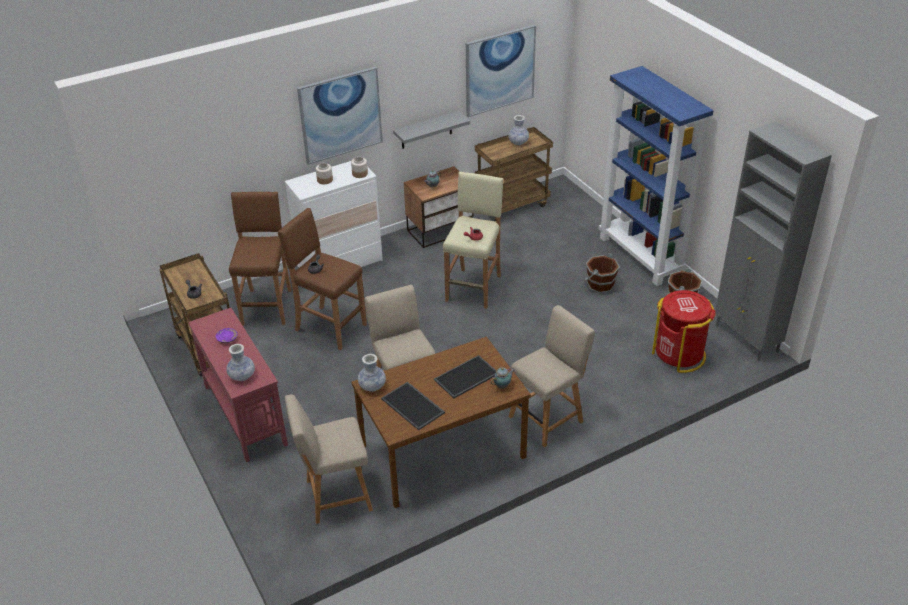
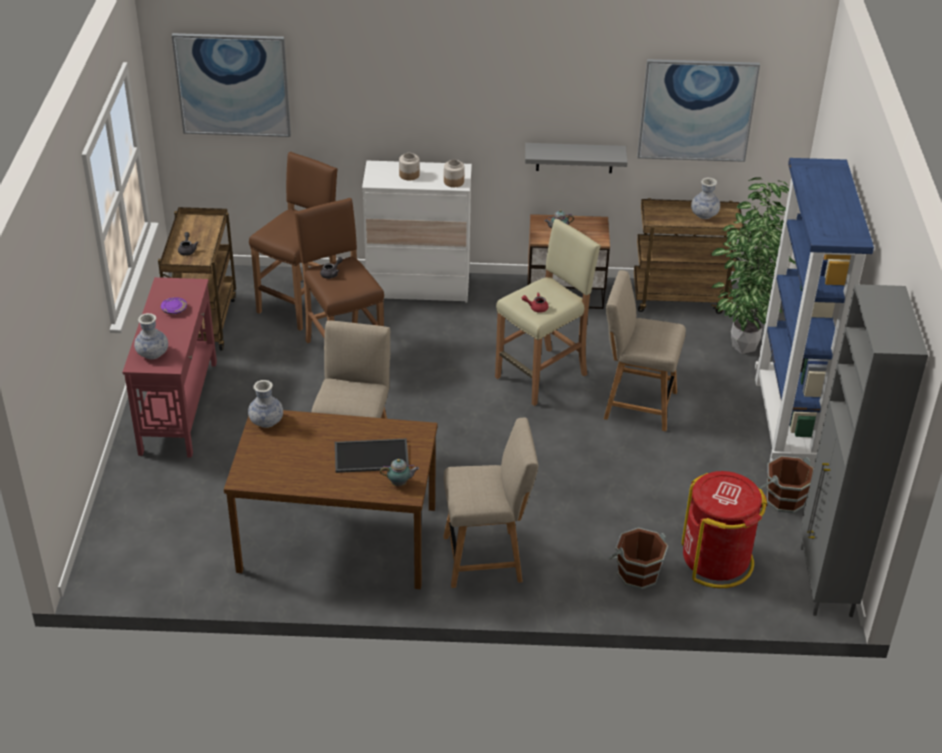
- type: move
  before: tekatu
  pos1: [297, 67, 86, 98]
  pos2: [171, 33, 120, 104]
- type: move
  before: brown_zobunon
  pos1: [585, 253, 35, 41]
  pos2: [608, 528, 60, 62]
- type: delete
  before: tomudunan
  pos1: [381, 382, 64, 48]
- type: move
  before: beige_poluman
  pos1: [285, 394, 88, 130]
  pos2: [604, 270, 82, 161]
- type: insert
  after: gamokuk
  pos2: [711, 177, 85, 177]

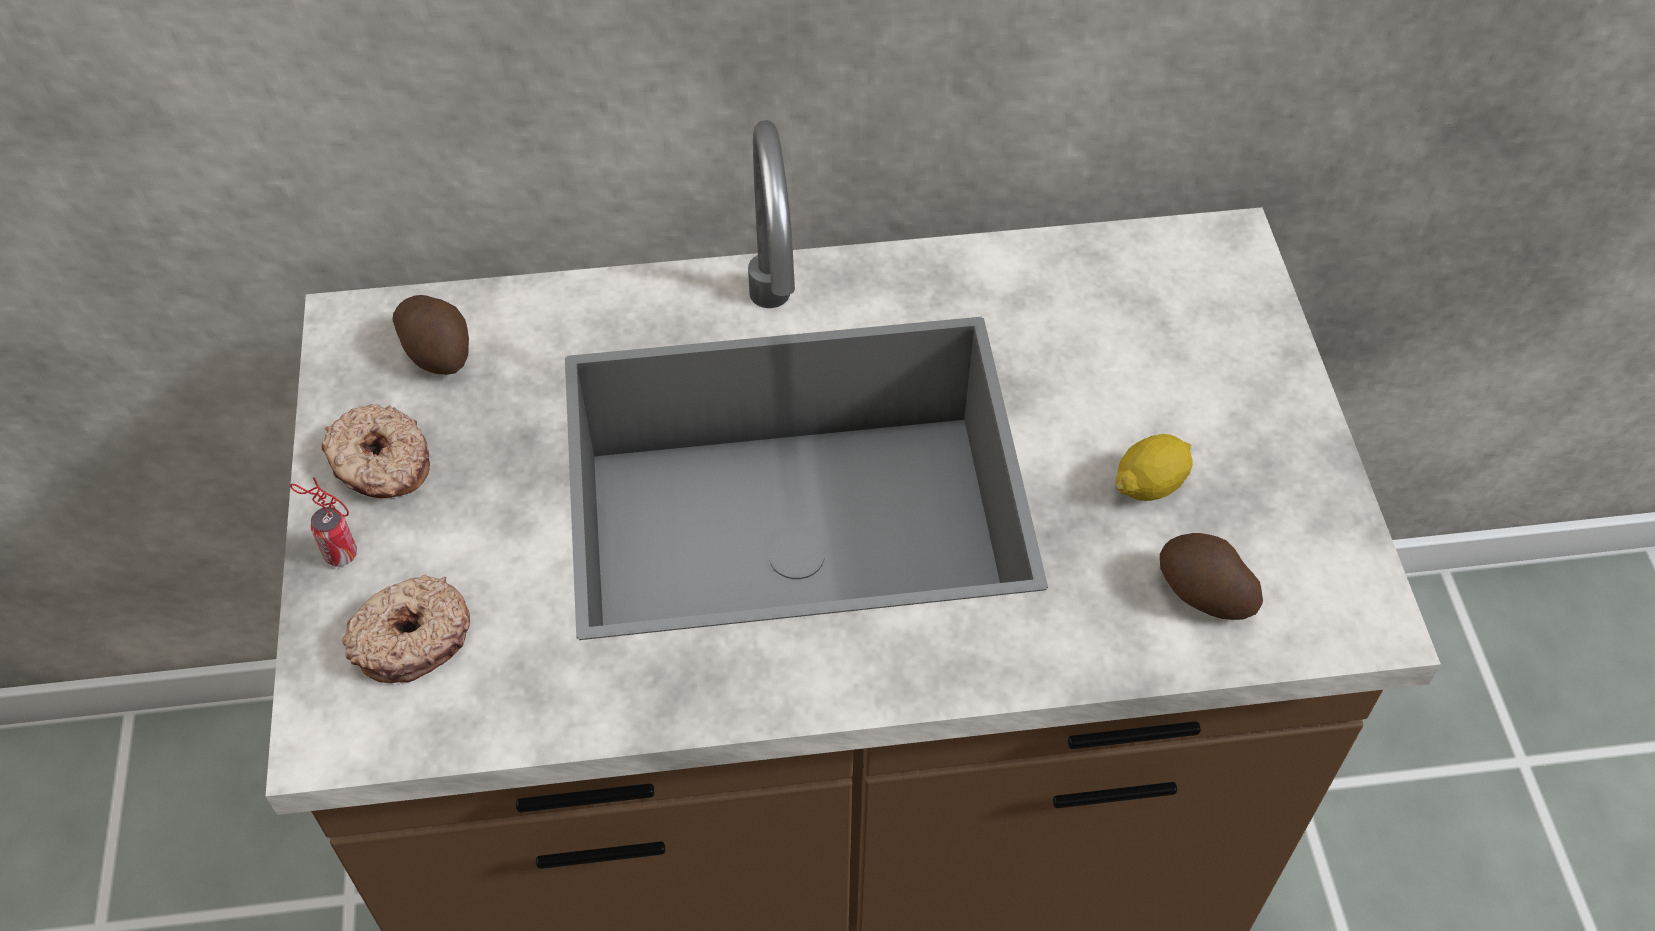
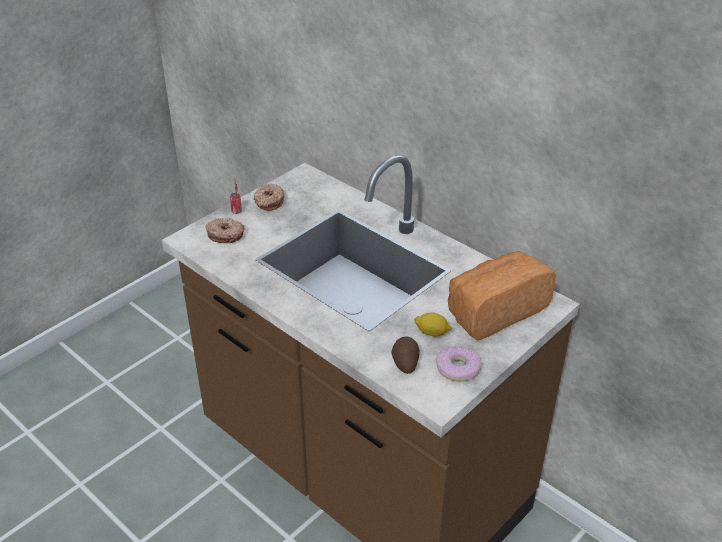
- type: delete
  before: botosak
  pos1: [392, 295, 77, 80]
- type: insert
  after: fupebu
  pos2: [448, 251, 108, 89]
- type: insert
  after: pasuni
  pos2: [436, 345, 46, 37]

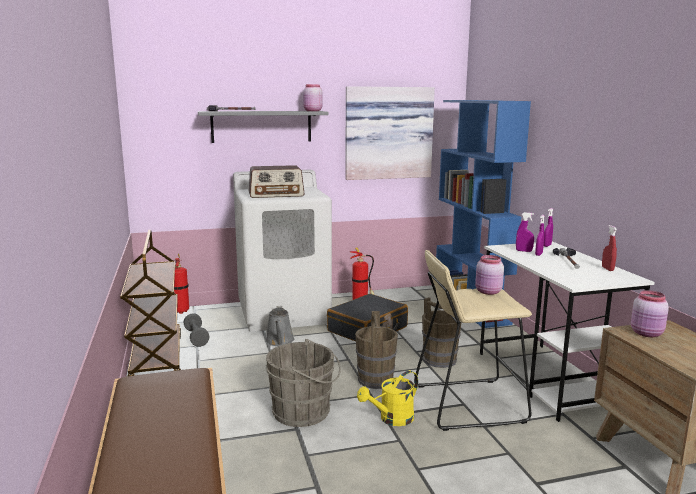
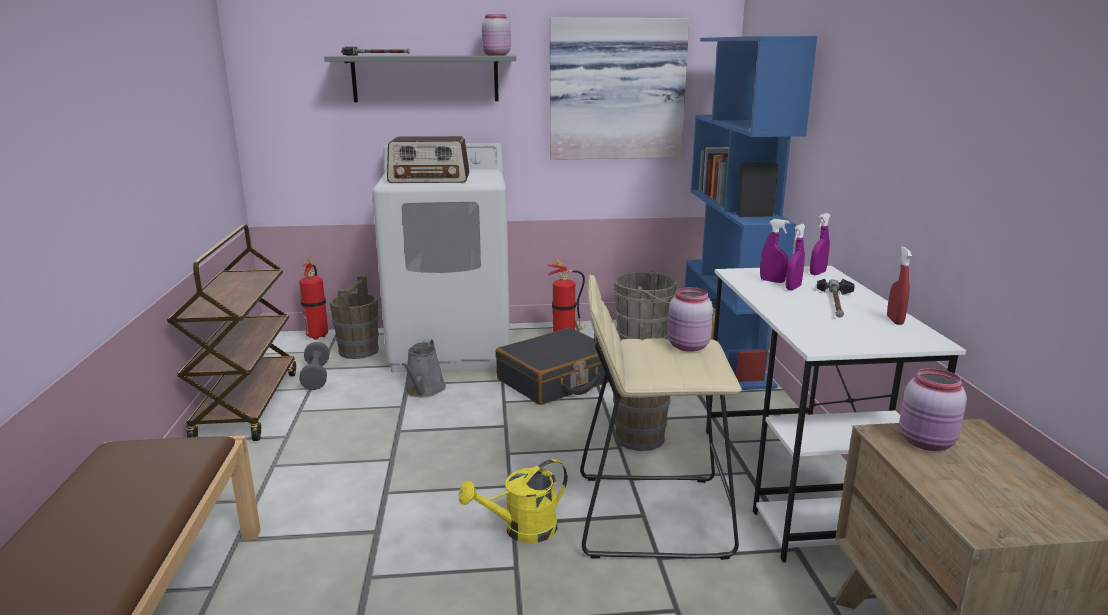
- type: move
  before: brown_zobunon
  pos1: [355, 311, 43, 78]
  pos2: [330, 276, 49, 83]
- type: move
  before: grey_zobunon
  pos1: [266, 339, 75, 88]
  pos2: [613, 269, 67, 71]

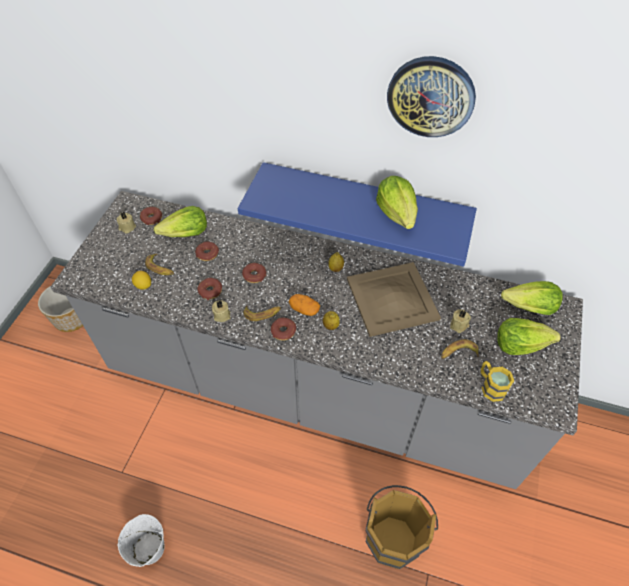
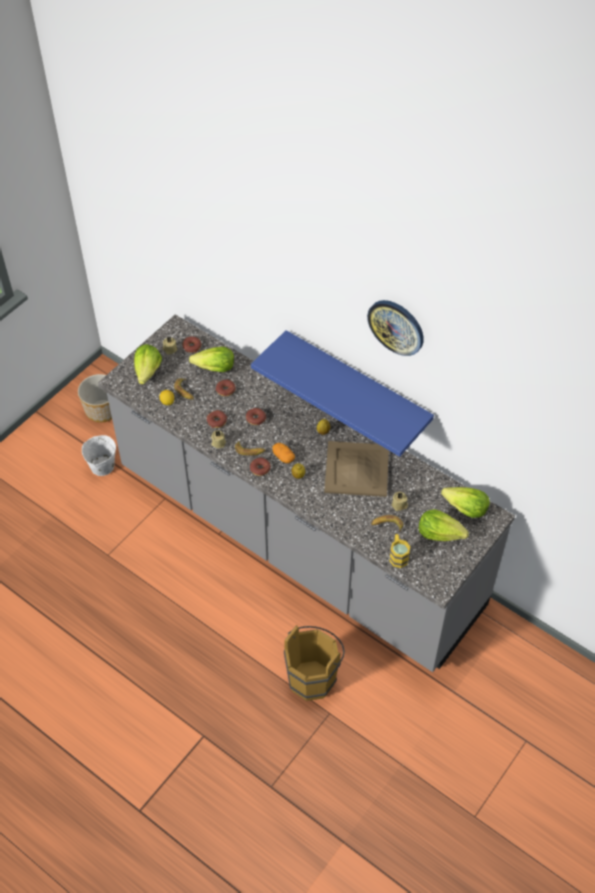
- type: move
  before: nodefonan
  pos1: [376, 176, 42, 53]
  pos2: [134, 344, 28, 40]
- type: move
  before: white_zobunon
  pos1: [117, 514, 48, 53]
  pos2: [82, 435, 34, 41]

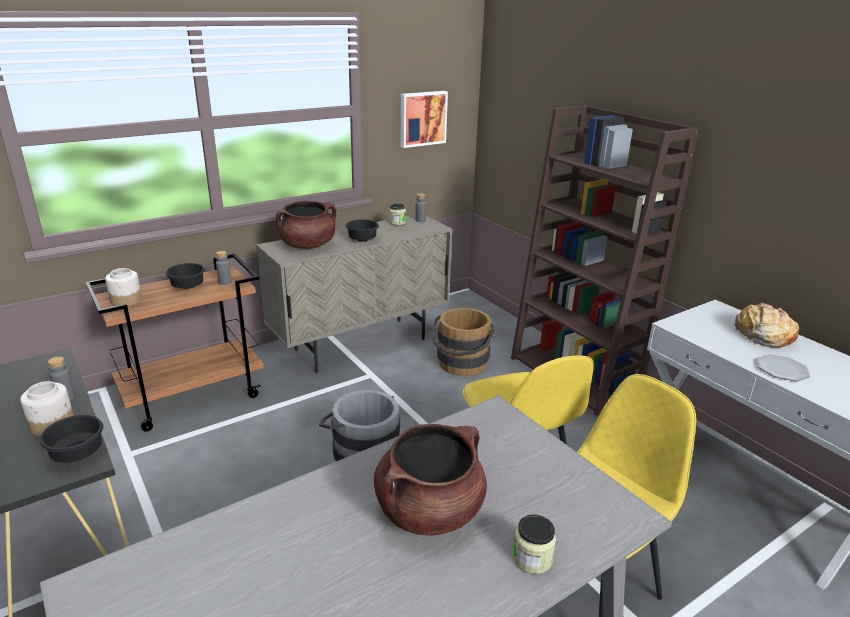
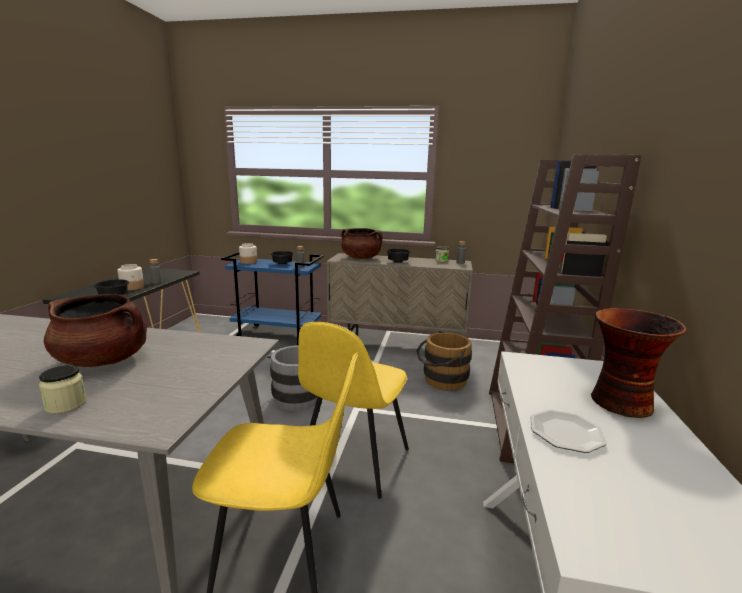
- type: delete
  before: tekatu
  pos1: [401, 91, 47, 57]
- type: recolor
  before: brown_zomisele
  after: blue_zomisele
  pos1: [85, 253, 179, 179]
  pos2: [221, 252, 103, 93]
- type: replace
  before: fupebu
  after: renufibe
  pos1: [734, 303, 65, 45]
  pos2: [591, 308, 95, 110]

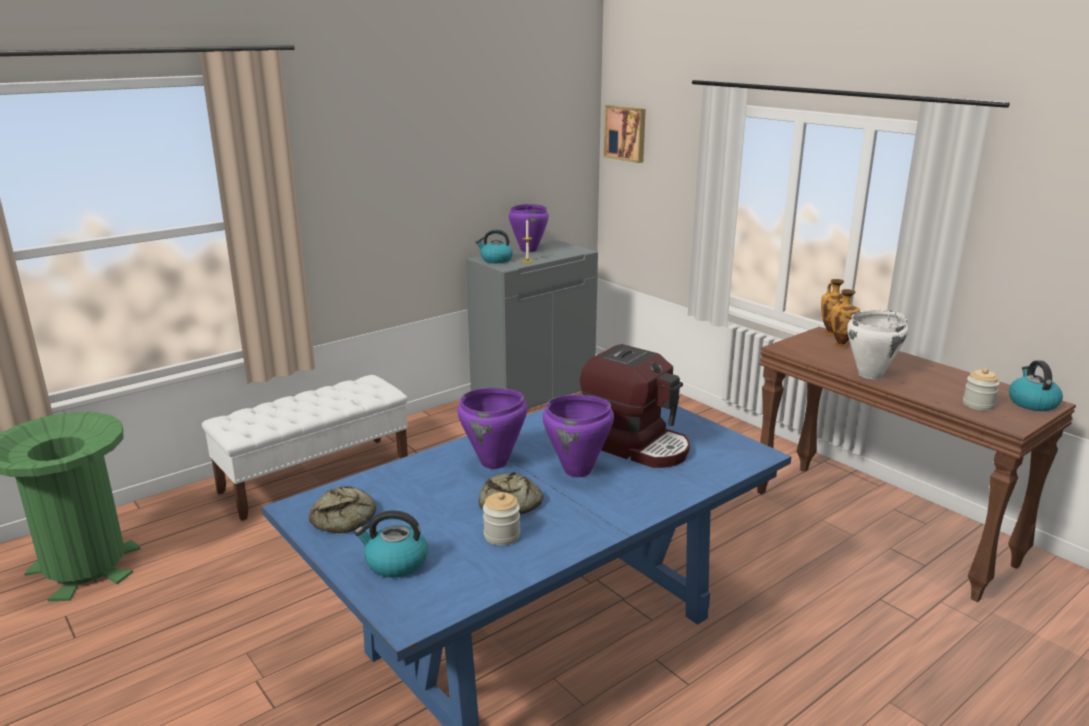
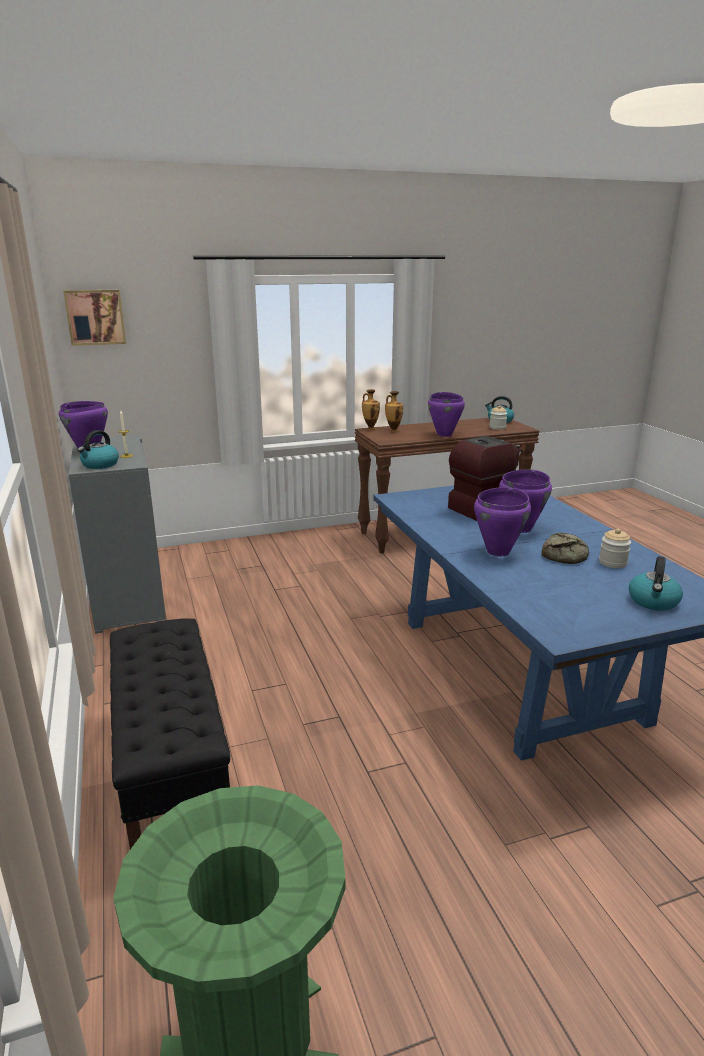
- type: recolor
  before: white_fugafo
  after: purple_fugafo
  pos1: [847, 310, 61, 69]
  pos2: [428, 392, 37, 45]
- type: recolor
  before: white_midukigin
  after: black_midukigin
  pos1: [202, 375, 206, 146]
  pos2: [110, 618, 120, 231]
- type: delete
  before: fupebu
  pos1: [309, 486, 67, 47]

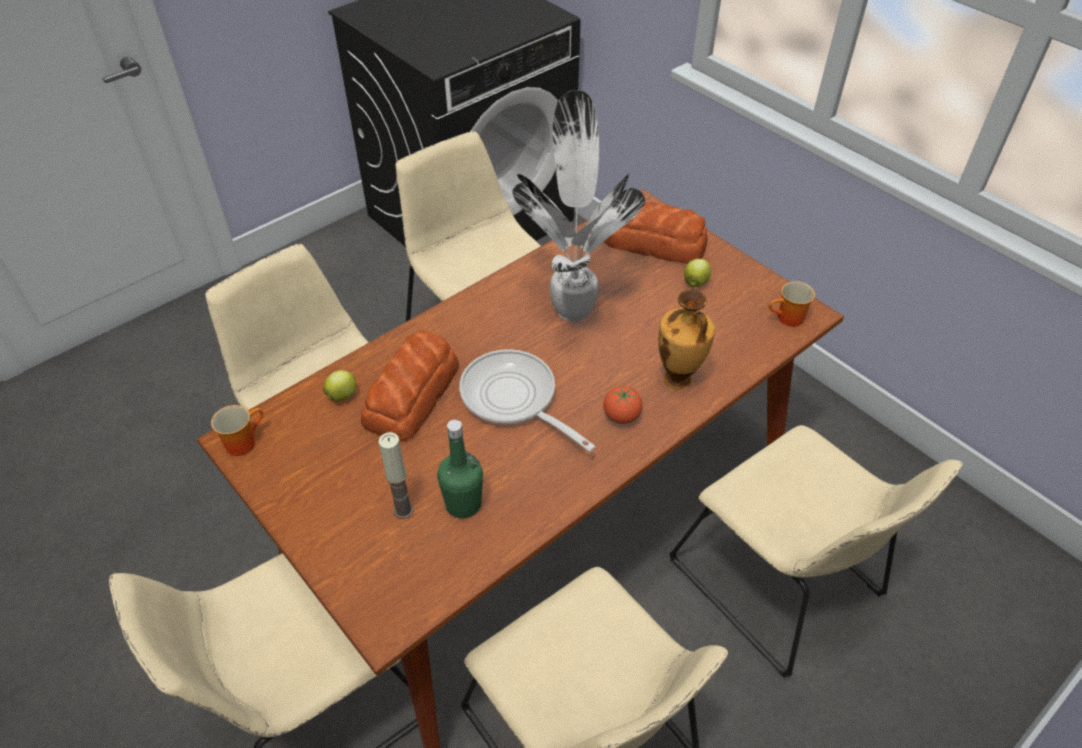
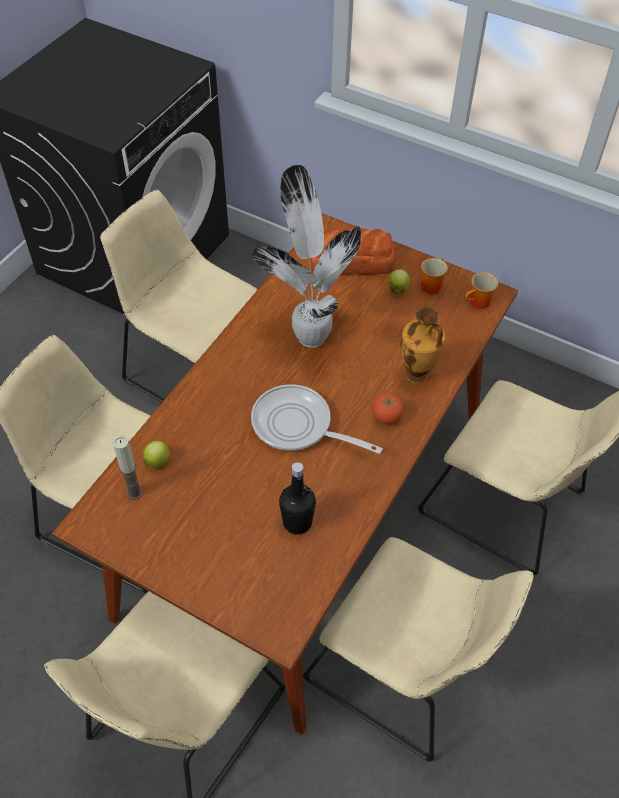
- type: delete
  before: fupebu
  pos1: [361, 330, 98, 111]
- type: move
  before: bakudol
  pos1: [211, 405, 52, 51]
  pos2: [421, 258, 27, 36]
- type: recolor
  before: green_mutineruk
  after: black_mutineruk
  pos1: [437, 419, 46, 99]
  pos2: [279, 462, 37, 72]
- type: move
  before: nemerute
  pos1: [379, 432, 35, 87]
  pos2: [113, 436, 30, 64]

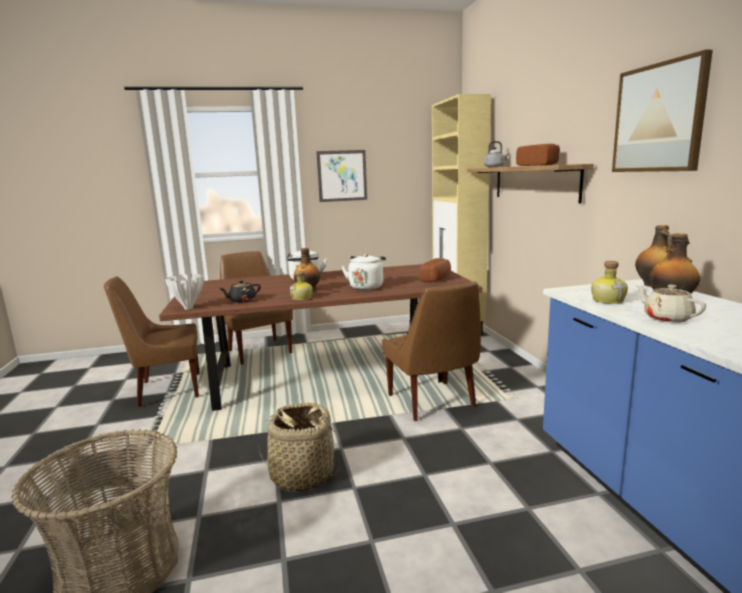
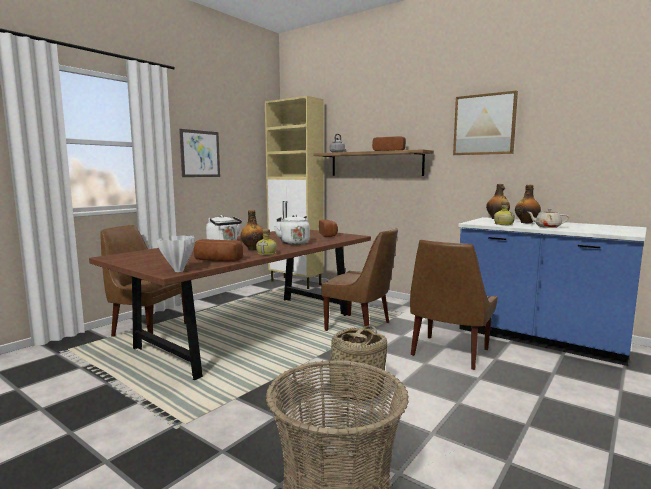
- type: move
  before: brown_poluman
  pos1: [104, 277, 96, 130]
  pos2: [410, 240, 87, 130]
- type: replace
  before: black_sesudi
  after: fupebu
  pos1: [219, 280, 42, 23]
  pos2: [194, 239, 49, 23]

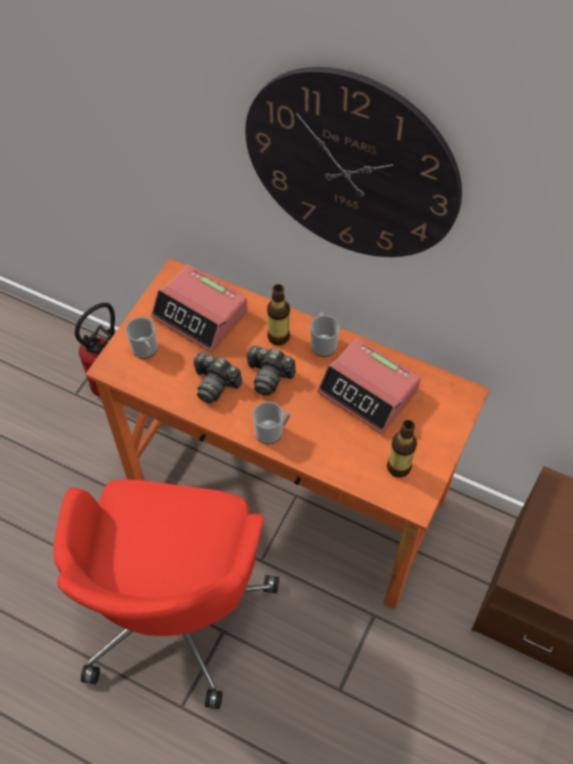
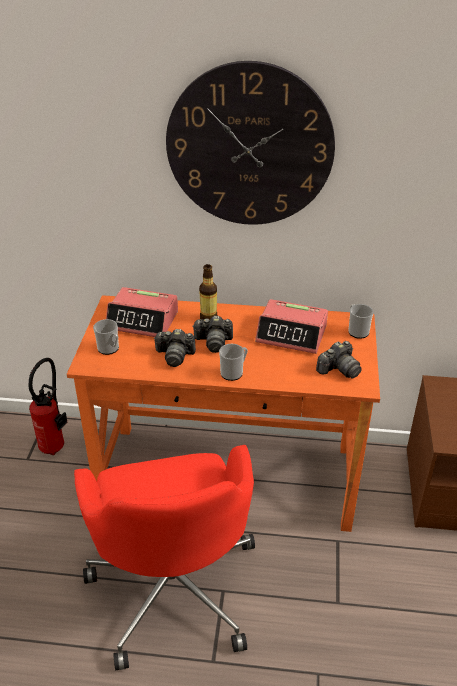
- type: move
  before: bakudol
  pos1: [310, 313, 30, 44]
  pos2: [348, 304, 26, 35]
- type: replace
  before: mutineruk
  after: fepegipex
  pos1: [387, 420, 30, 58]
  pos2: [316, 341, 46, 38]

